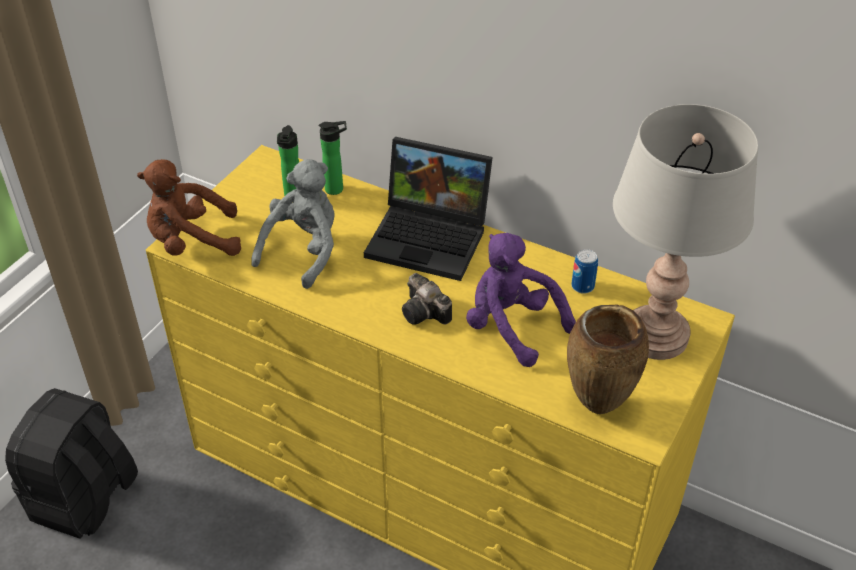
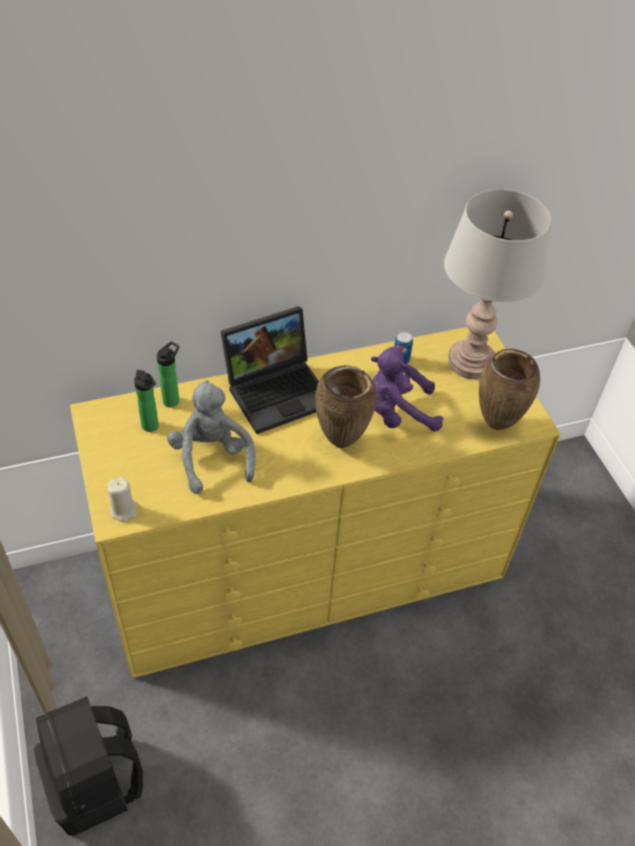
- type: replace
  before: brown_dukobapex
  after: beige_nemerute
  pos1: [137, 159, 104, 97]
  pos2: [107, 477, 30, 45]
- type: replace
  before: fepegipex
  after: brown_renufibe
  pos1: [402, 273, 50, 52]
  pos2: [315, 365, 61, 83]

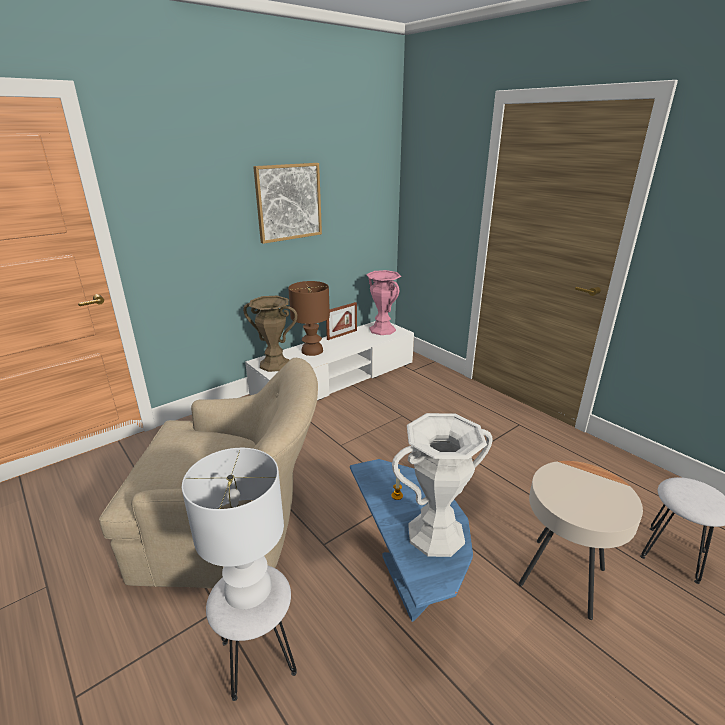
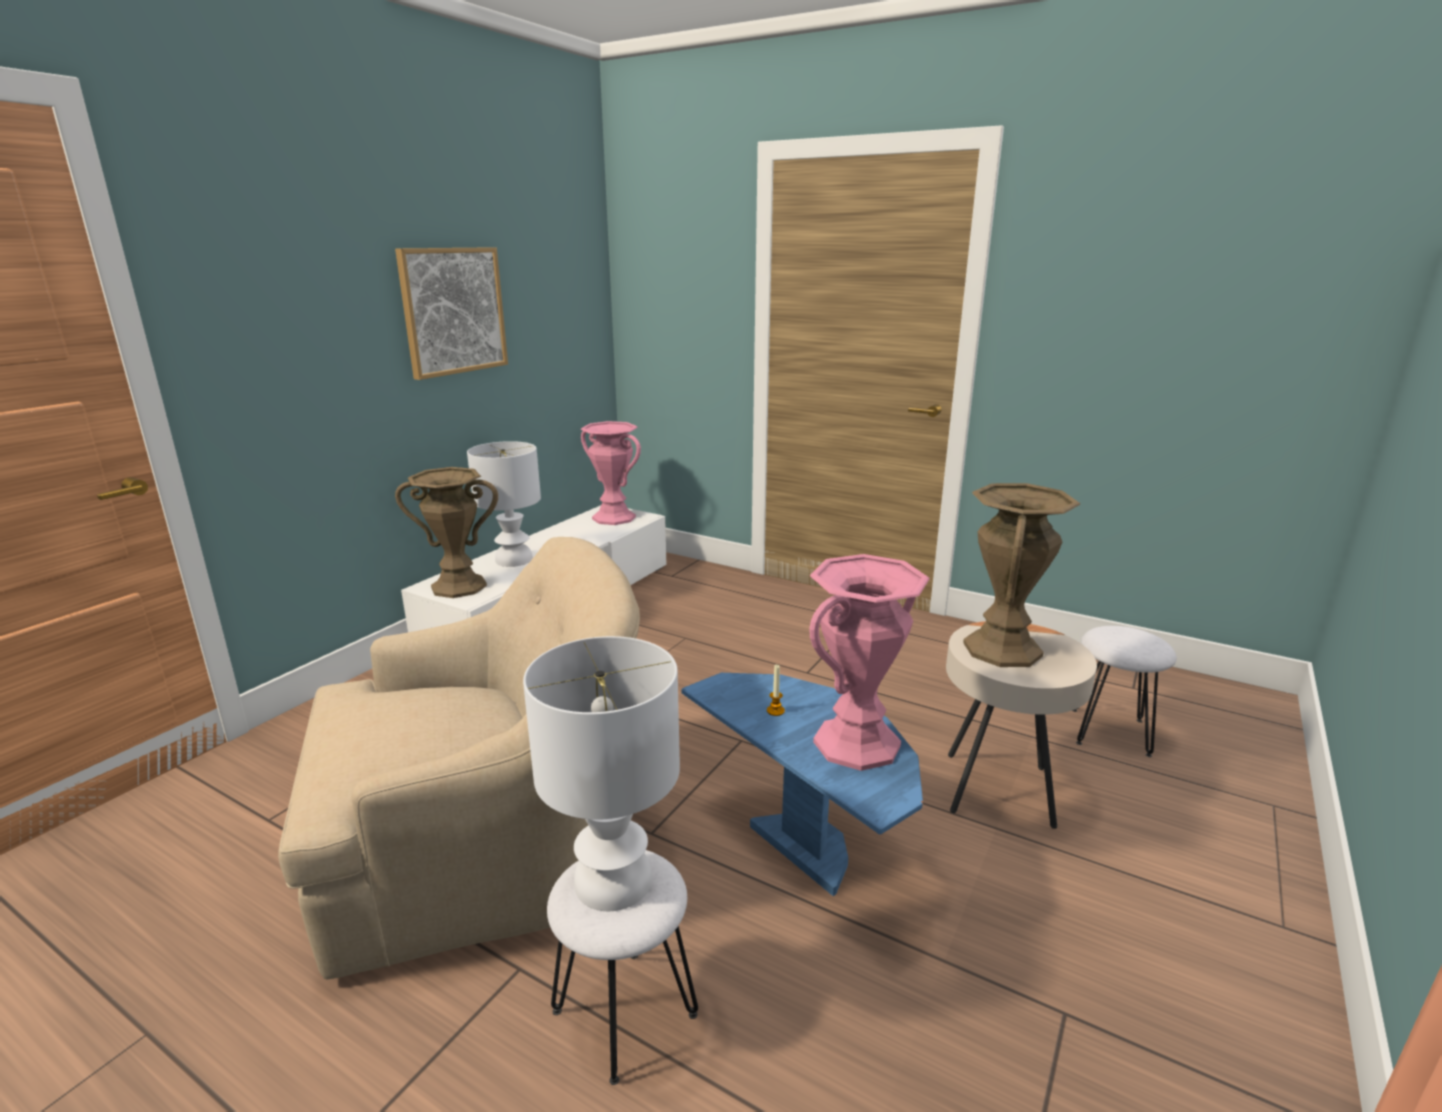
- type: recolor
  before: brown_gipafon
  after: white_gipafon
  pos1: [288, 281, 42, 75]
  pos2: [467, 441, 74, 126]
- type: delete
  before: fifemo
  pos1: [326, 302, 31, 38]
- type: recolor
  before: white_renufibe
  after: pink_renufibe
  pos1: [392, 413, 101, 144]
  pos2: [809, 554, 121, 217]
- type: insert
  after: brown_renufibe
  pos2: [963, 483, 117, 184]

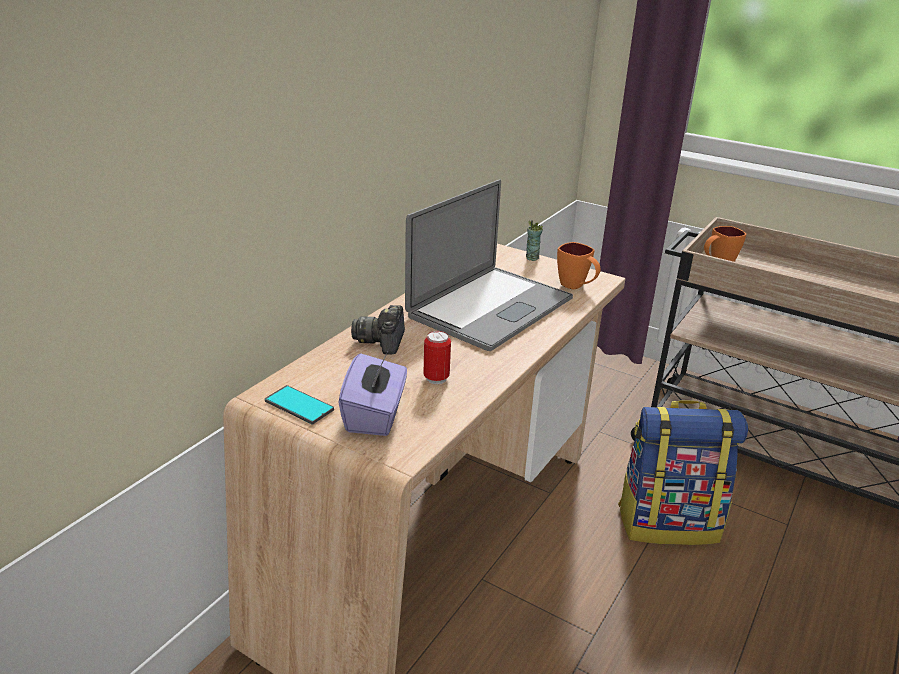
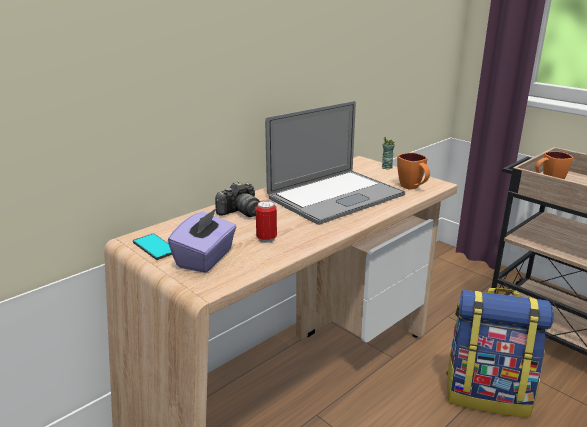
- type: rotate
  before: fepegipex
  pos1: [351, 305, 54, 49]
  pos2: [215, 181, 45, 36]
  turn: -150

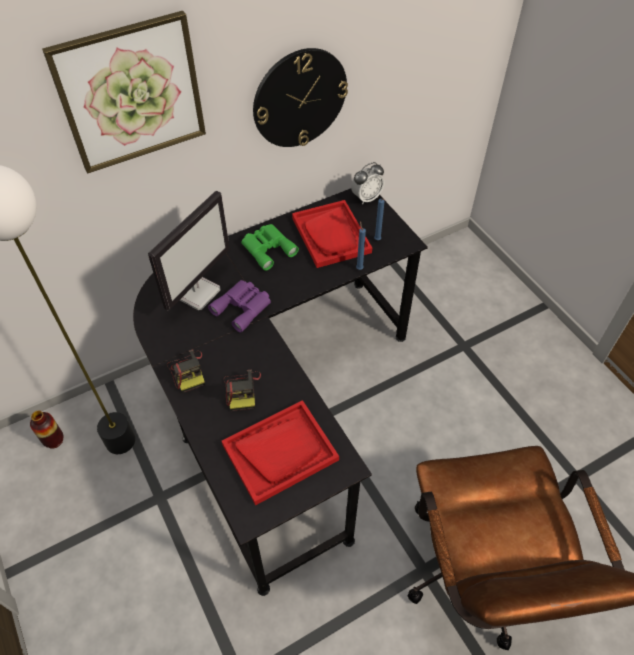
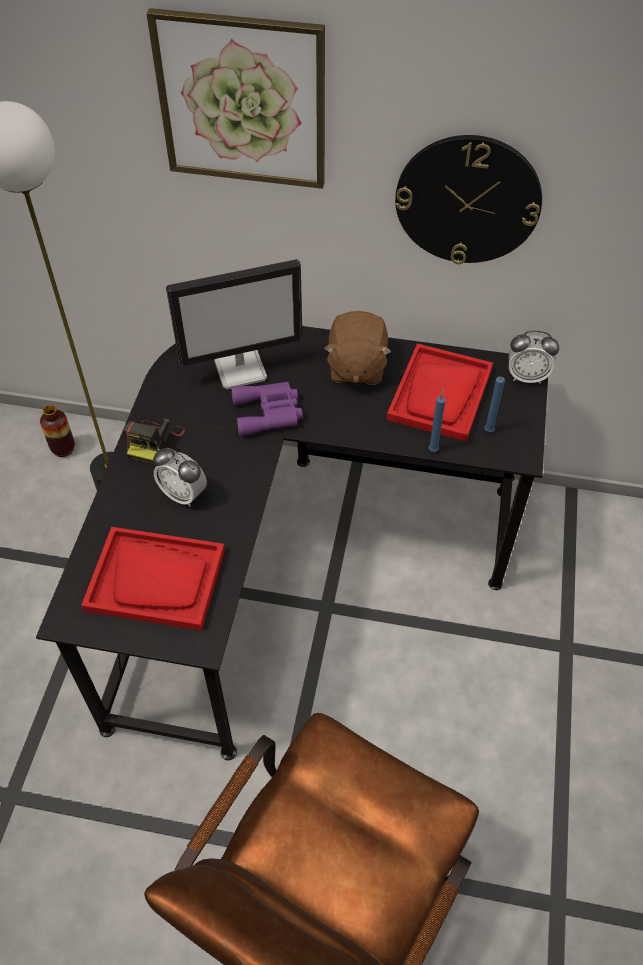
- type: replace
  before: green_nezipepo
  after: brown_dukobapex
  pos1: [241, 224, 58, 47]
  pos2: [324, 311, 67, 74]
- type: replace
  before: fepegipex
  after: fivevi
  pos1: [224, 370, 37, 41]
  pos2: [153, 448, 54, 59]

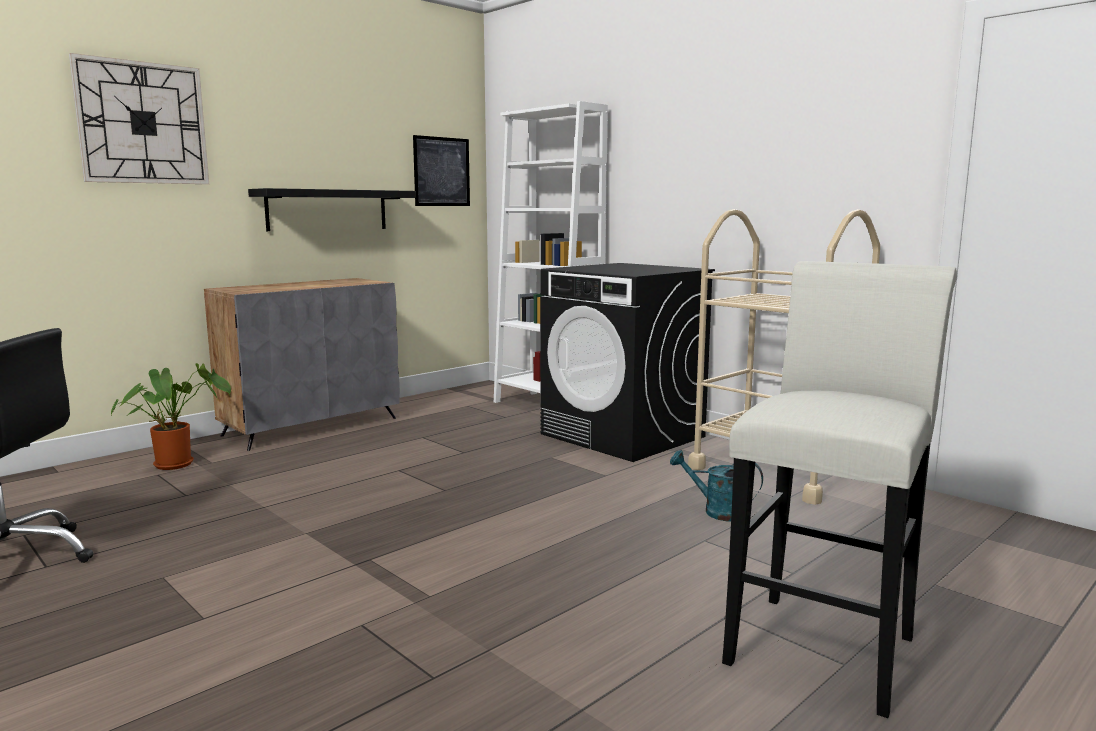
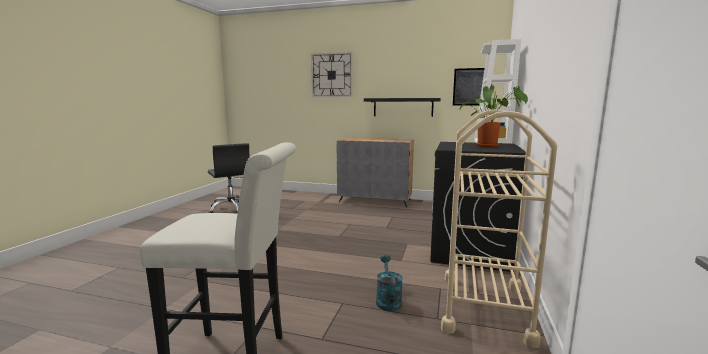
- type: move
  before: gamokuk
  pos1: [110, 363, 121, 107]
  pos2: [459, 86, 69, 61]

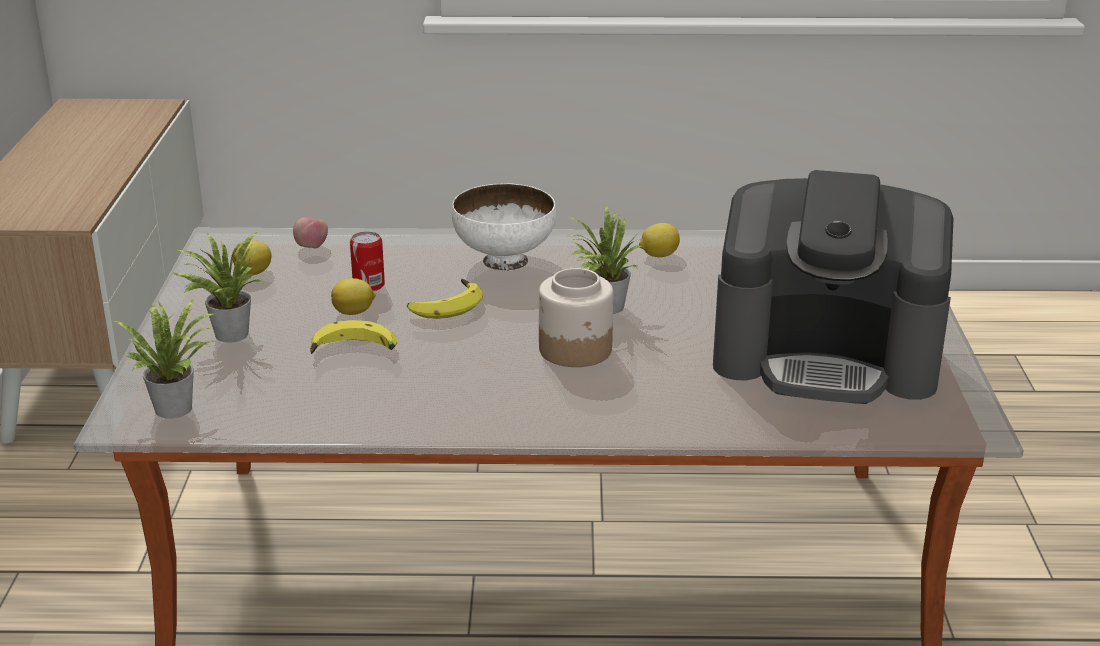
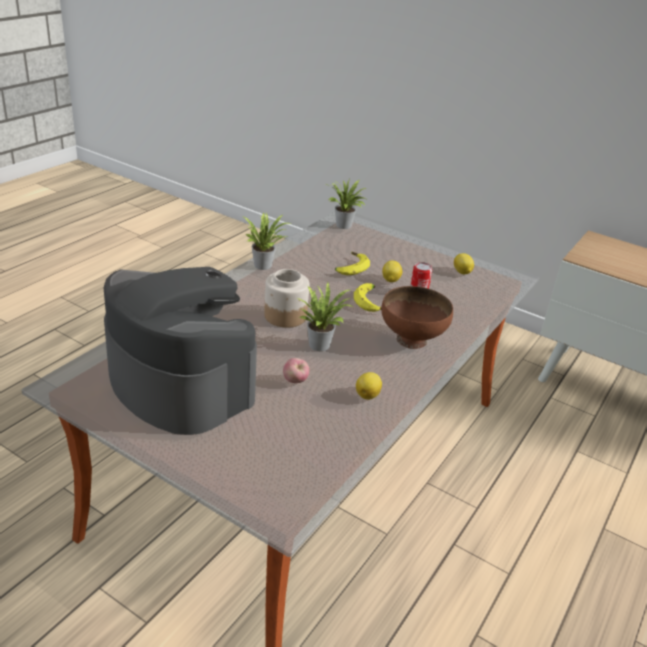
- type: rotate
  before: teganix
  pos1: [713, 170, 241, 234]
  pos2: [104, 267, 153, 168]
  turn: 90
- type: recolor
  before: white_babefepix
  after: brown_babefepix
  pos1: [452, 183, 104, 88]
  pos2: [381, 286, 72, 63]
- type: move
  before: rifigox
  pos1: [293, 217, 35, 31]
  pos2: [283, 358, 26, 25]
- type: move
  before: gamokuk
  pos1: [173, 232, 90, 111]
  pos2: [244, 212, 46, 58]

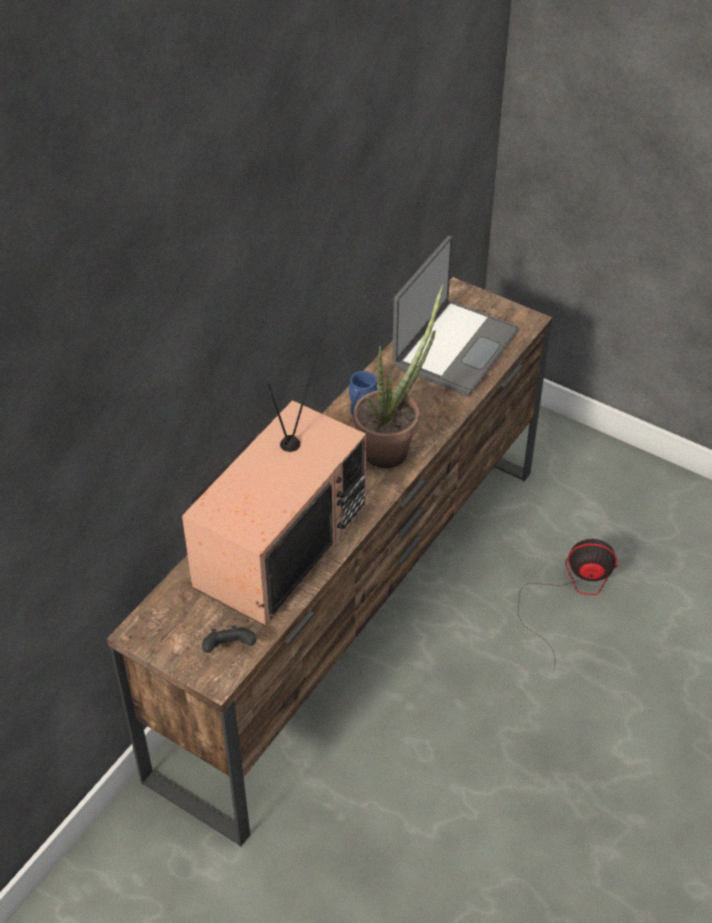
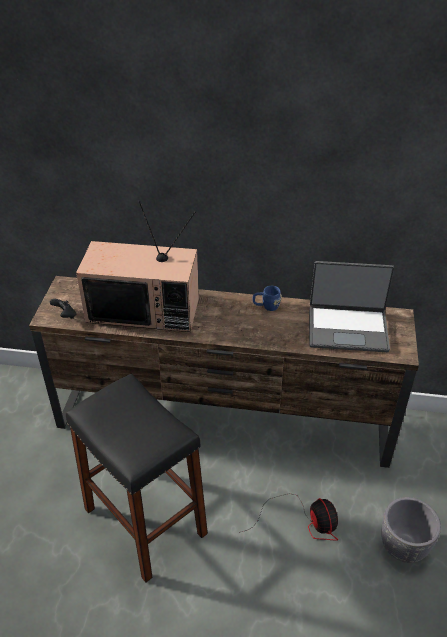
- type: delete
  before: gamokuk
  pos1: [353, 284, 90, 184]
- type: insert
  after: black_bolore
  pos2: [66, 373, 142, 209]
- type: insert
  after: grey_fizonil
  pos2: [381, 497, 60, 66]

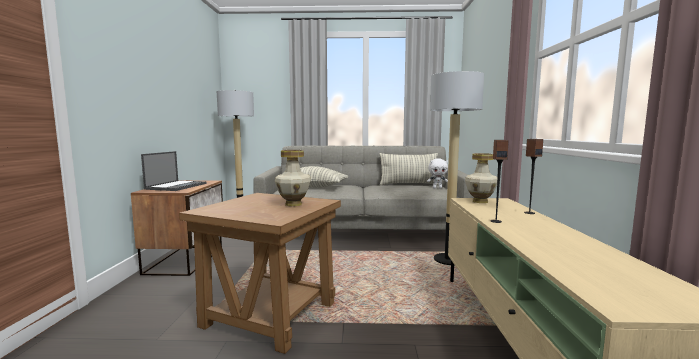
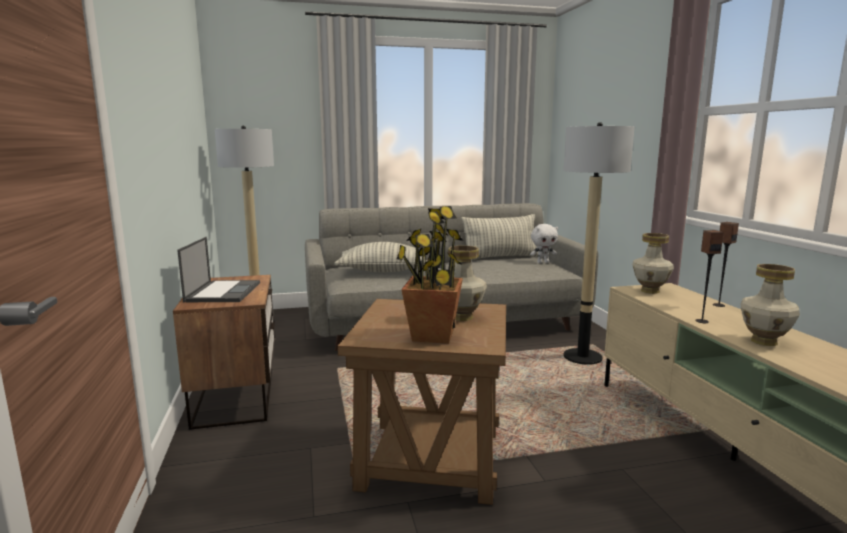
- type: insert
  after: gamokuk
  pos2: [397, 206, 66, 138]
- type: insert
  after: renufibe
  pos2: [741, 264, 59, 82]

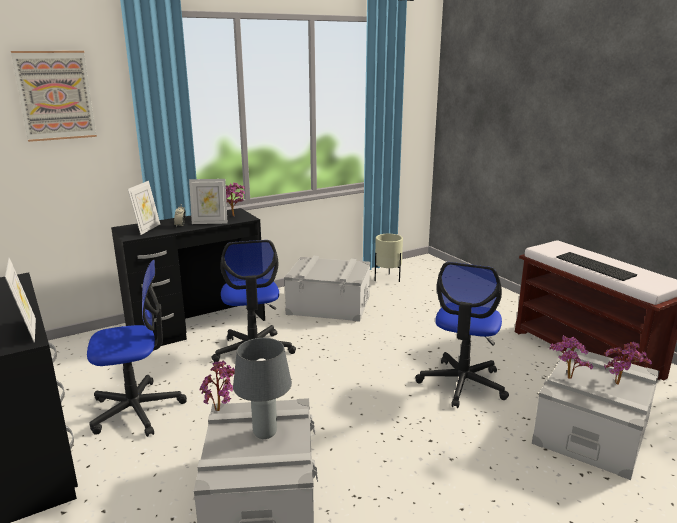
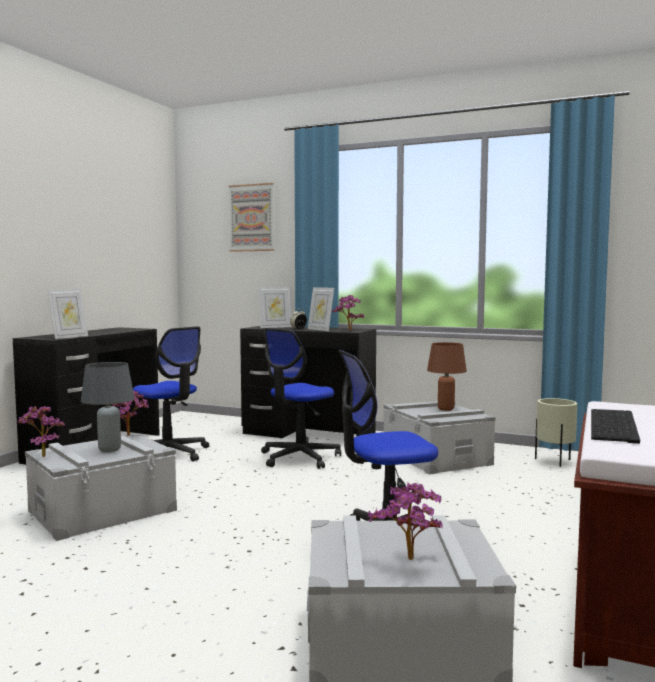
- type: move
  before: gamokuk
  pos1: [550, 335, 43, 44]
  pos2: [17, 406, 48, 51]
- type: insert
  after: brown_gipafon
  pos2: [427, 342, 40, 69]

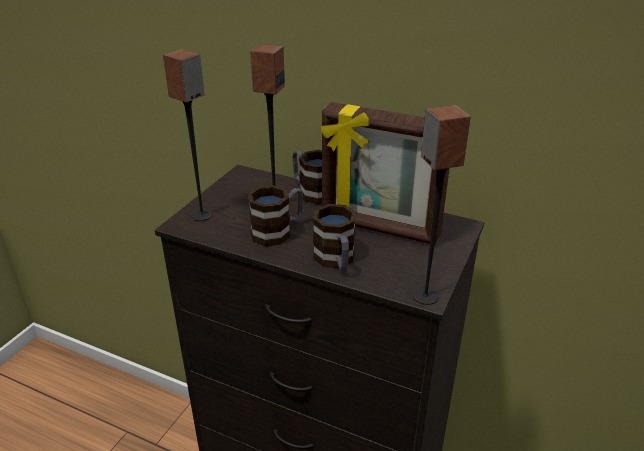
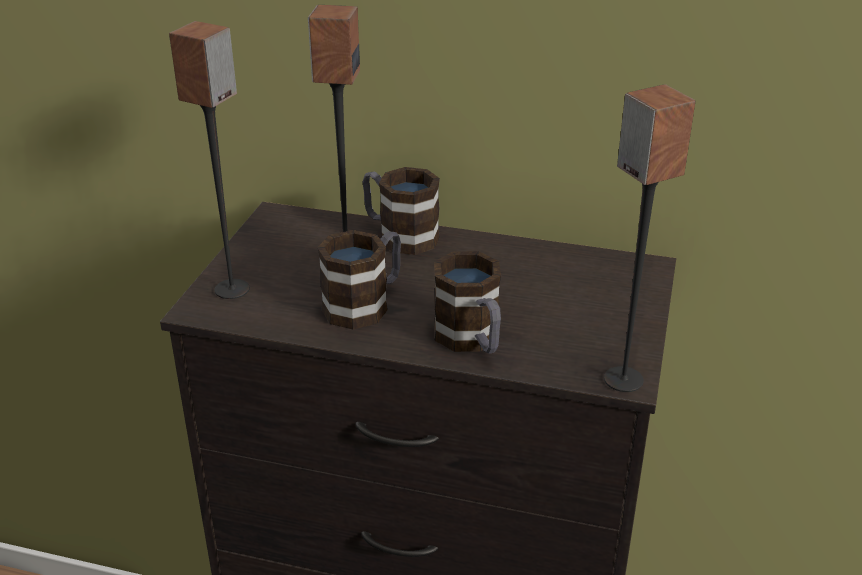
- type: delete
  before: fifemo
  pos1: [321, 102, 129, 143]

